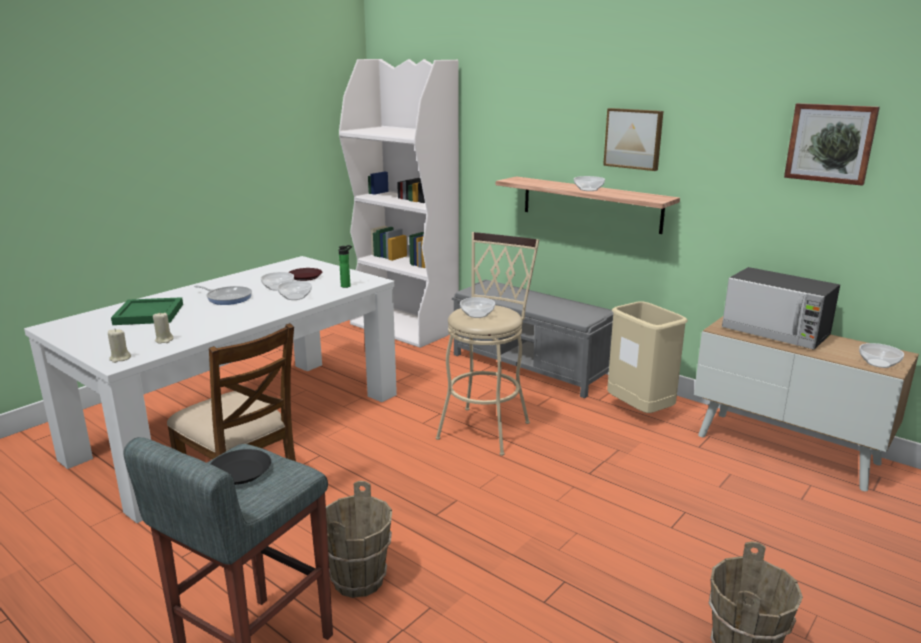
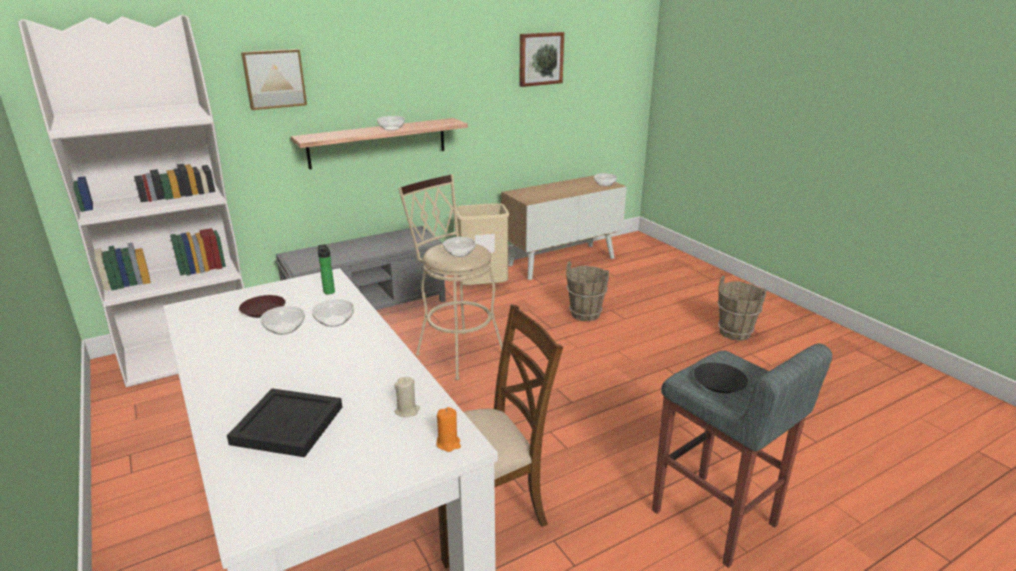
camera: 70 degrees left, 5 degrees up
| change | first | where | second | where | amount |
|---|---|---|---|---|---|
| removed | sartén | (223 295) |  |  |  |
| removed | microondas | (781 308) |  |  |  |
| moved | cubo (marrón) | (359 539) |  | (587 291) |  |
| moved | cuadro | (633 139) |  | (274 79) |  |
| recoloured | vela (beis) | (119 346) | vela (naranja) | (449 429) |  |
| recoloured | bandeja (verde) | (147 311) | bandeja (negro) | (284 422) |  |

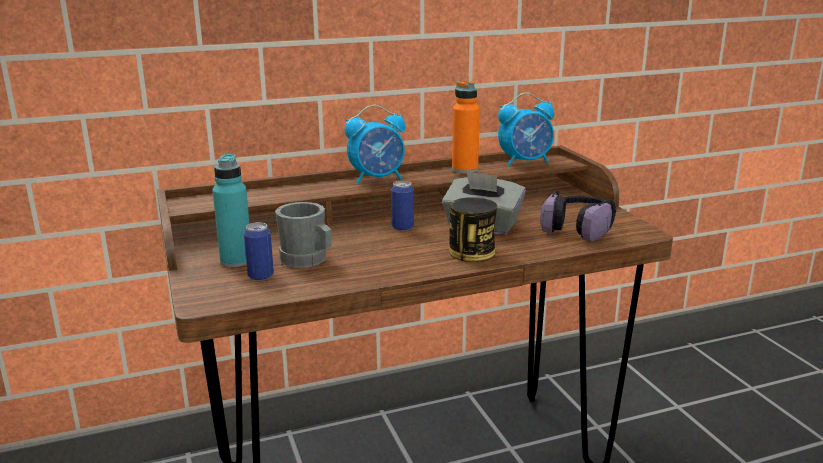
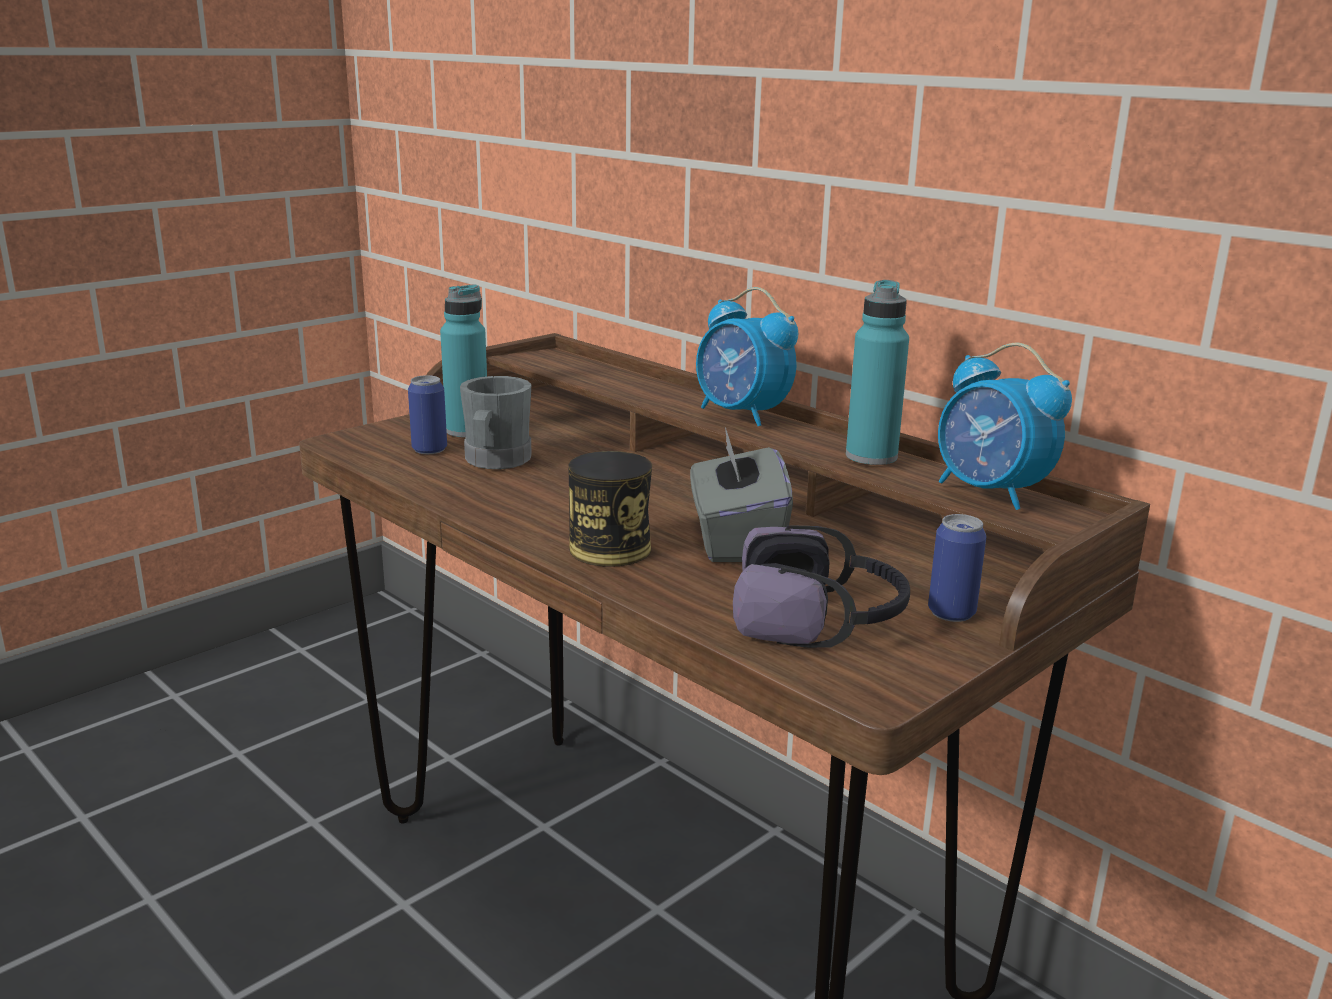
camera: 65 degrees right, 0 degrees up
| change | first | where | second | where | amount |
|---|---|---|---|---|---|
| moved | lata | (402 206) |  | (957 568) |  |
| recoloured | botella (naranja) | (466 127) | botella (turquesa) | (877 372) |  |

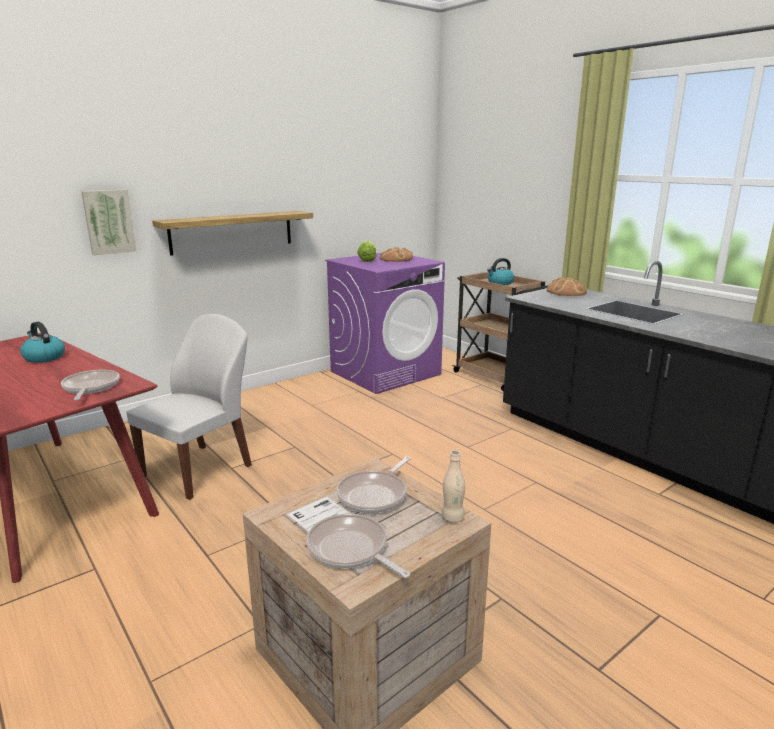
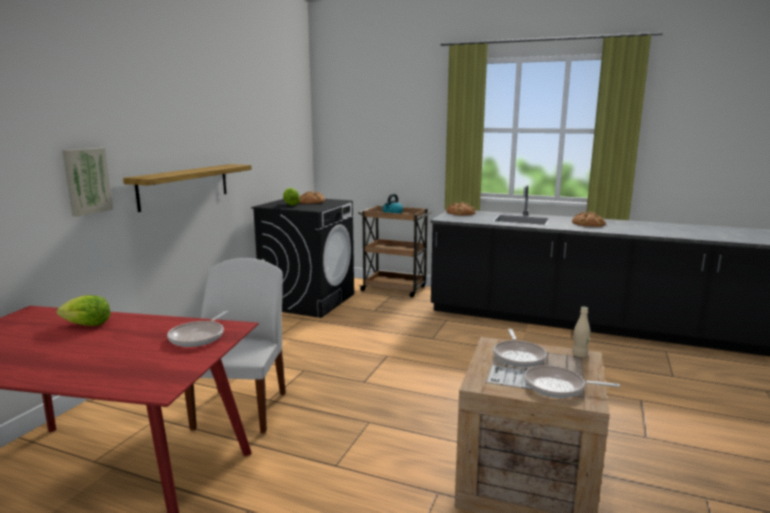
camera: 30 degrees left, 5 degrees down
| change | first | where | second | where | amount |
|---|---|---|---|---|---|
| added |  |  | pan | (589 219) |  |
| replaced | hervidor | (42 342) | lechuga | (83 310) |  |
| recoloured | lavadora (morado) | (385 323) | lavadora (negro) | (302 258) |  |
| turned | sartén | (90 384) |  | (198 329) | 120 degrees counterclockwise |

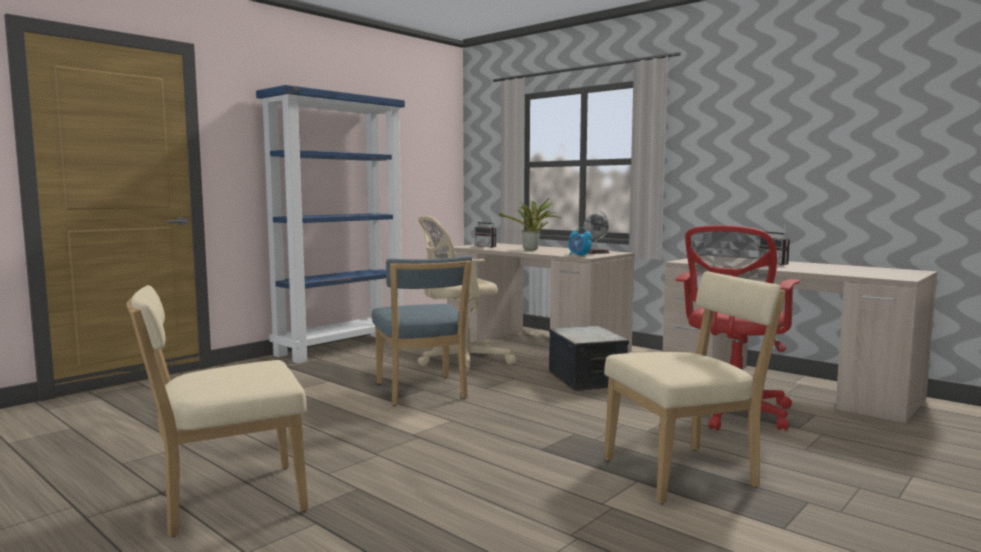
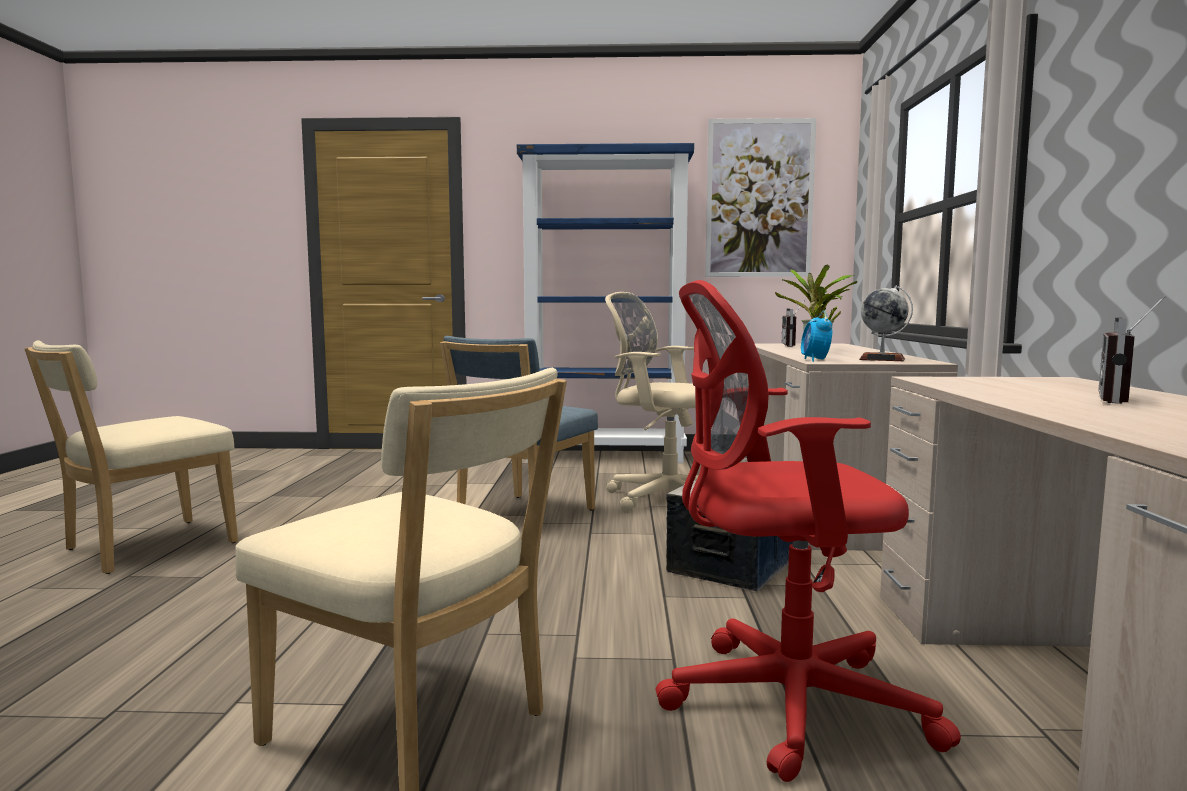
camera: 50 degrees right, 0 degrees up
| change | first | where | second | where | amount |
|---|---|---|---|---|---|
| added |  |  | cuadro | (760 197) |  |
| turned | silla (beis) | (217 411) |  | (131 457) | 75 degrees counterclockwise |

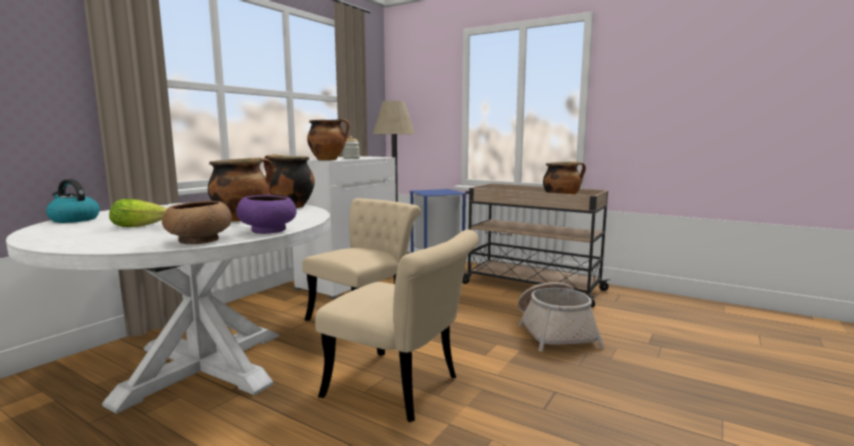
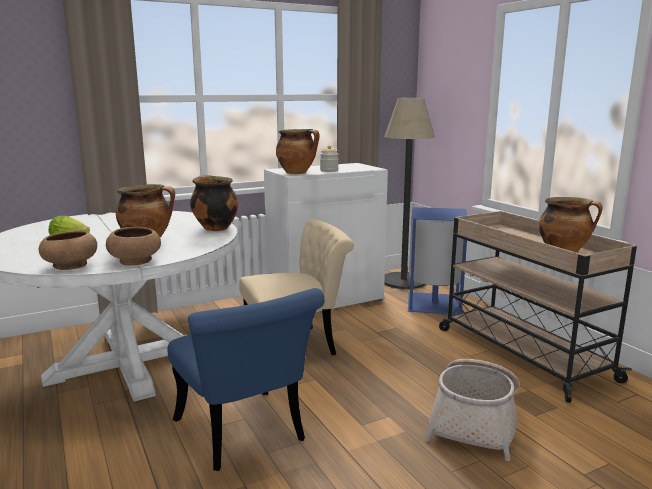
camera: 30 degrees right, 5 degrees up
| change | first | where | second | where | amount |
|---|---|---|---|---|---|
| removed | hervidor | (73 201) |  |  |  |
| recoloured | cuenco (morado) | (266 214) | cuenco (marrón) | (133 246) |  |
| recoloured | silla (beis) | (397 326) | silla (azul) | (245 379) |  |

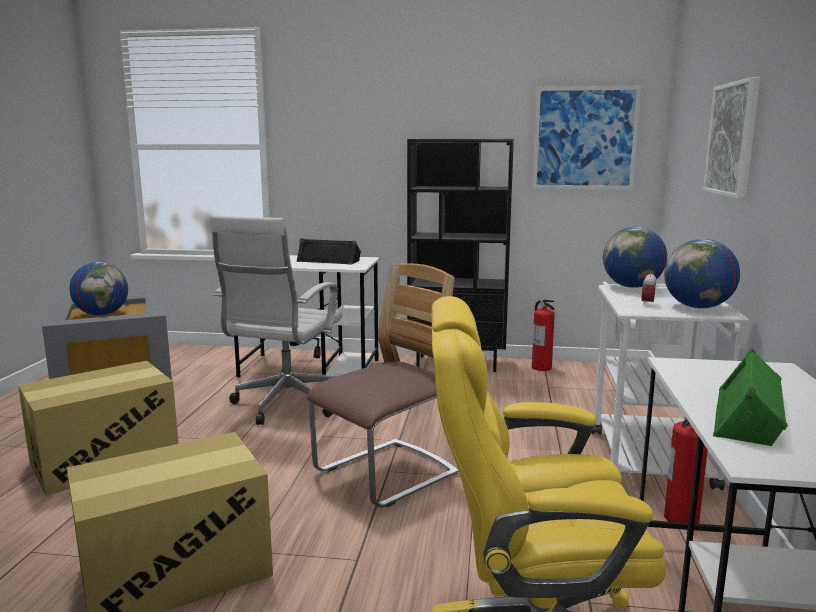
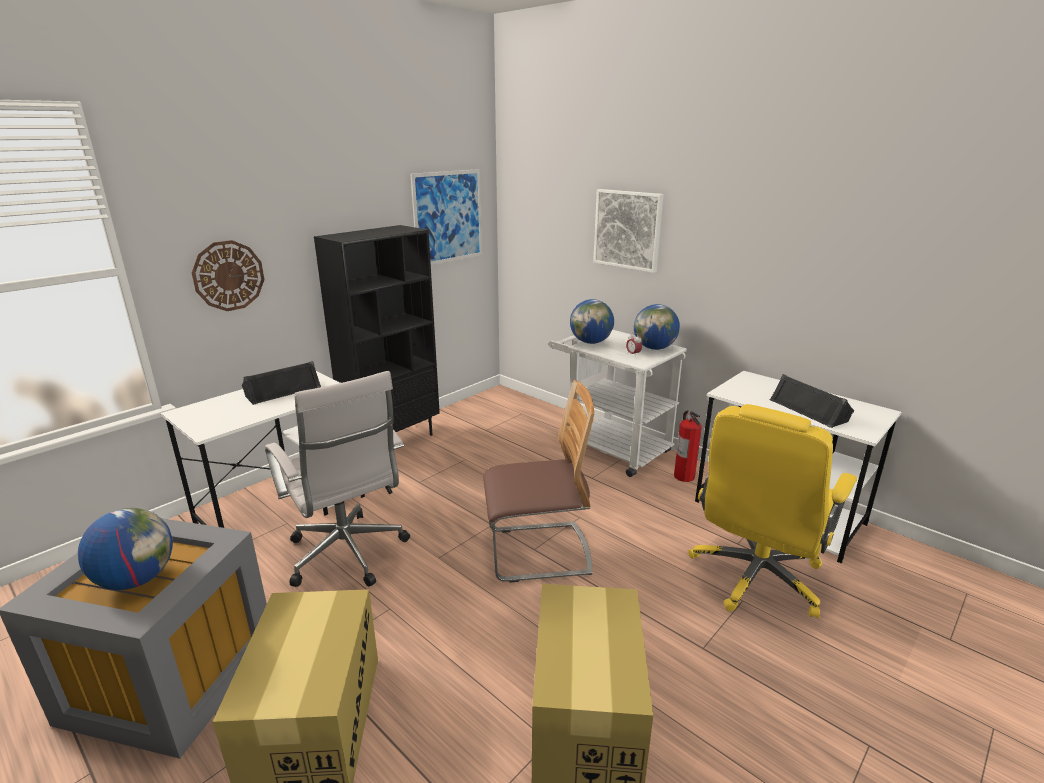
camera: 55 degrees left, 10 degrees up
| change | first | where | second | where | amount |
|---|---|---|---|---|---|
| removed | extintor | (543 335) |  |  |  |
| added |  |  | reloj de pared | (227 275) |  |
| recoloured | altavoz (verde) | (750 397) | altavoz (negro) | (812 401) |  |
| turned | silla | (382 385) |  | (538 481) | 90 degrees clockwise |

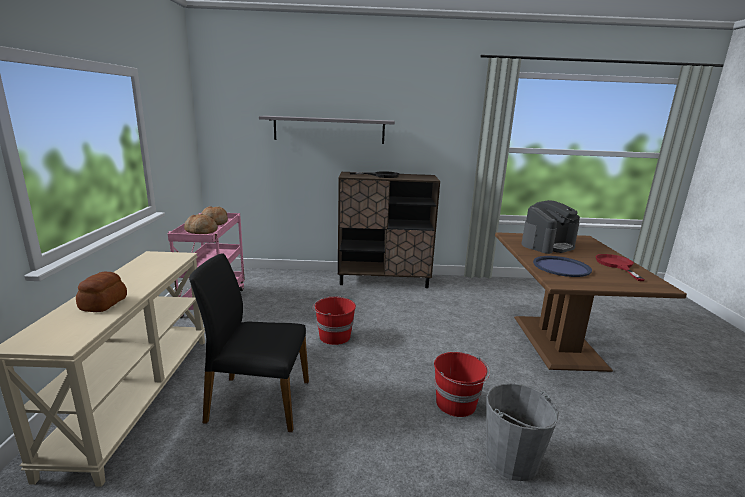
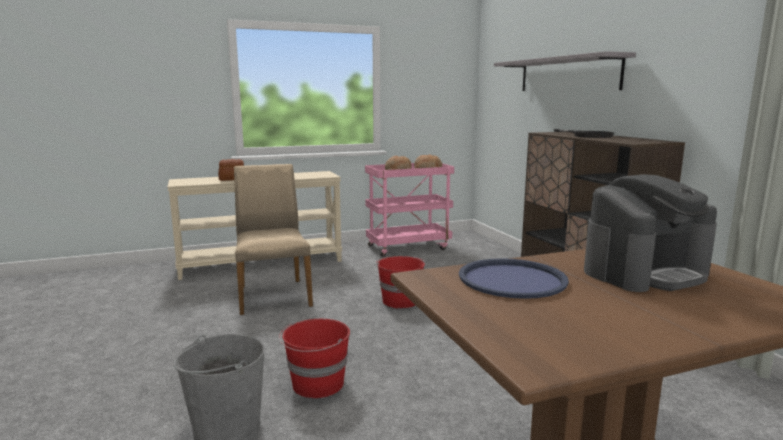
camera: 70 degrees right, 5 degrees down
| change | first | where | second | where | amount |
|---|---|---|---|---|---|
| removed | sartén (rojo) | (620 267) |  |  |  |
| recoloured | silla (negro) | (249 342) | silla (beis) | (273 239) |  |
| turned | cafetera | (550 227) |  | (650 233) | 60 degrees counterclockwise |

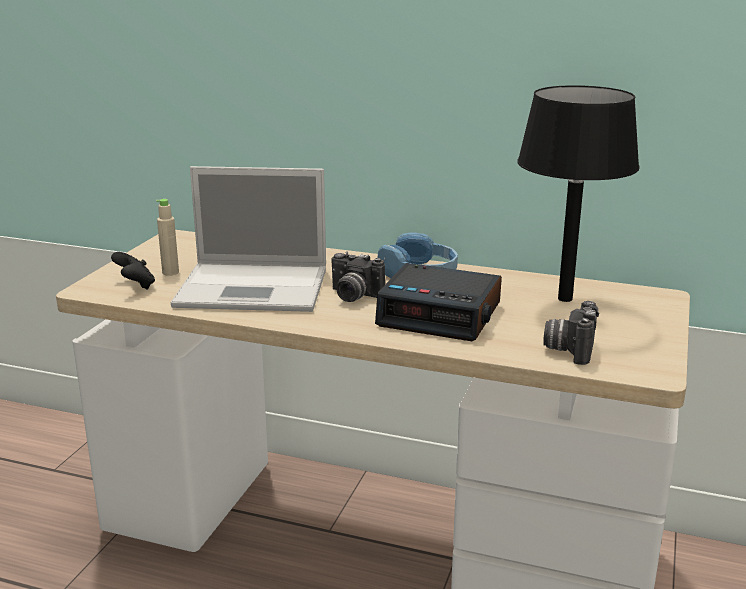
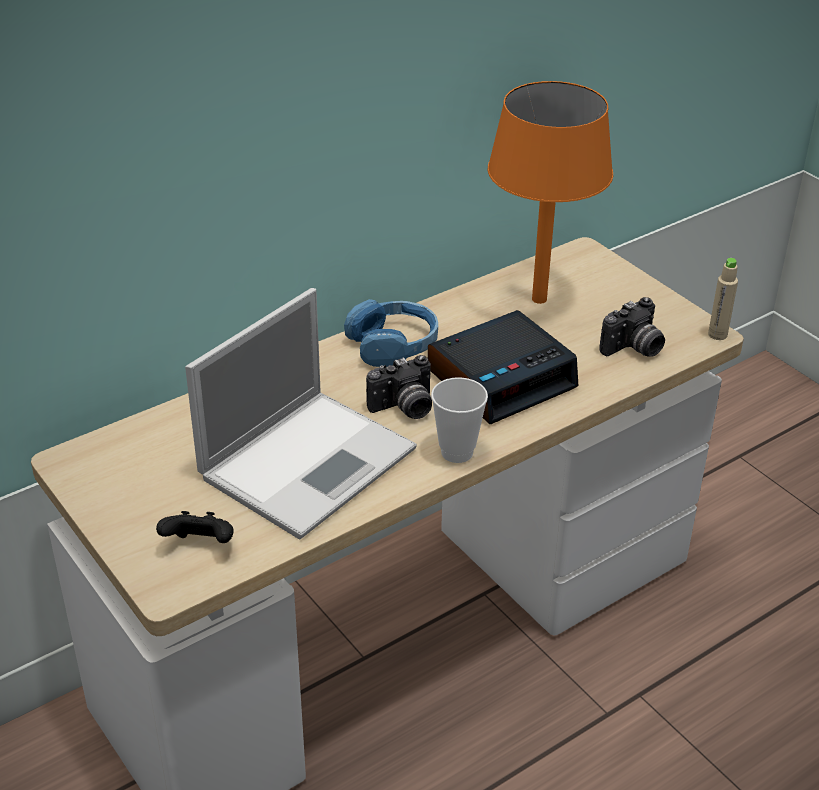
camera: 55 degrees left, 15 degrees up
| change | first | where | second | where | amount |
|---|---|---|---|---|---|
| added |  |  | taza | (459 420) |  |
| moved | botella (beis) | (167 237) |  | (723 299) |  |
| recoloured | lámpara de mesa (negro) | (578 193) | lámpara de mesa (naranja) | (550 192) |  |
| turned | cámara | (571 333) |  | (632 327) | 90 degrees counterclockwise |

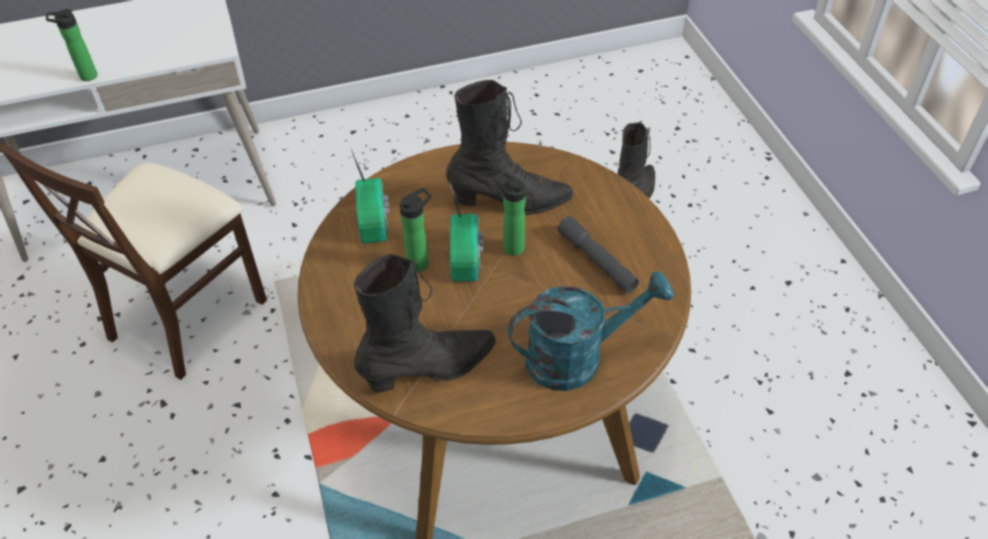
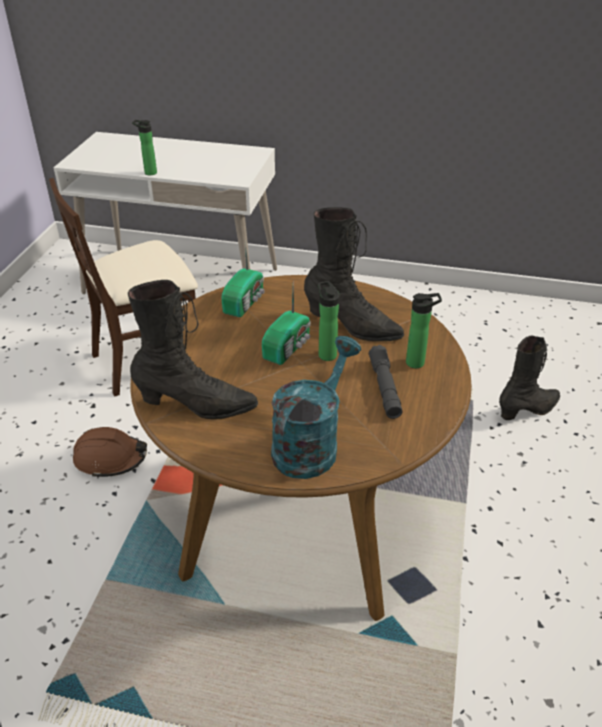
camera: 30 degrees right, 10 degrees down
| change | first | where | second | where | amount |
|---|---|---|---|---|---|
| added |  |  | casco (marrón) | (110 452) |  |
| moved | botella | (415 230) |  | (424 330) |  |
| turned | regadera (turquesa) | (591 331) |  | (316 407) | 75 degrees counterclockwise |

